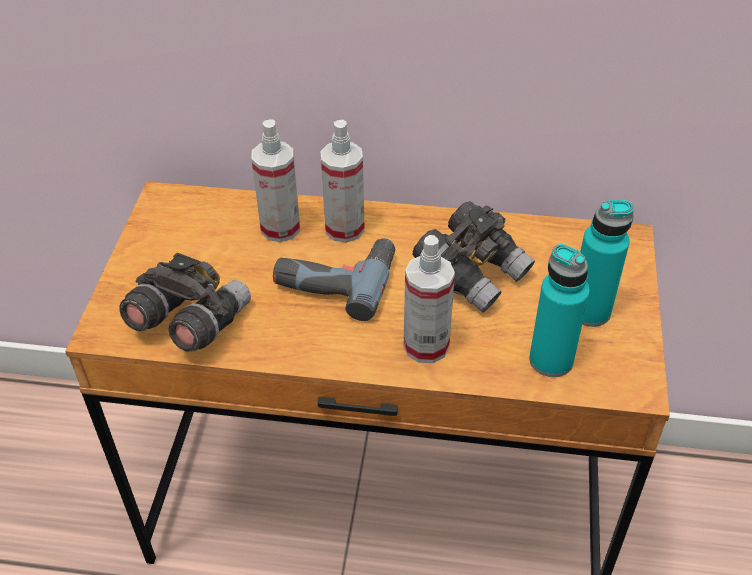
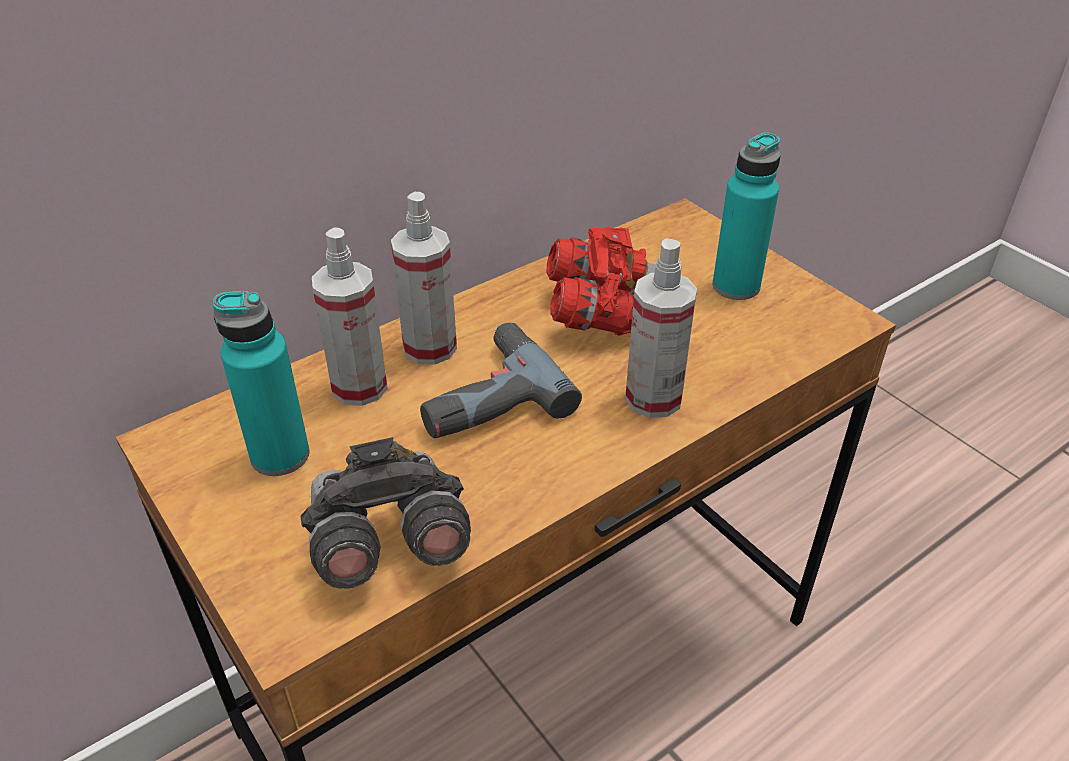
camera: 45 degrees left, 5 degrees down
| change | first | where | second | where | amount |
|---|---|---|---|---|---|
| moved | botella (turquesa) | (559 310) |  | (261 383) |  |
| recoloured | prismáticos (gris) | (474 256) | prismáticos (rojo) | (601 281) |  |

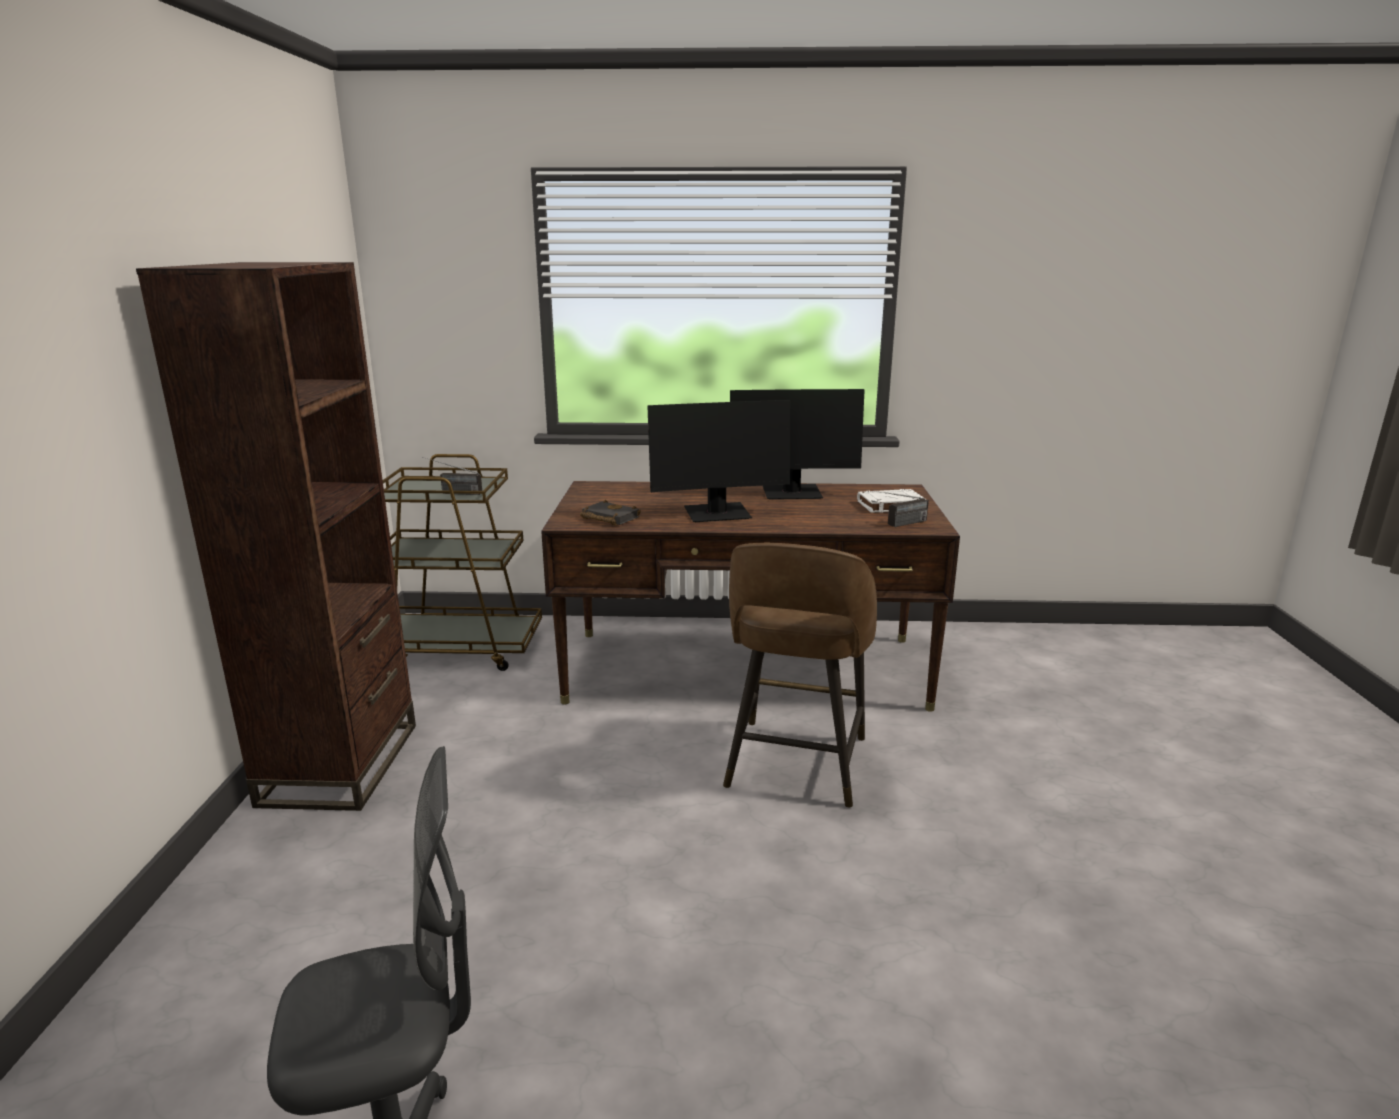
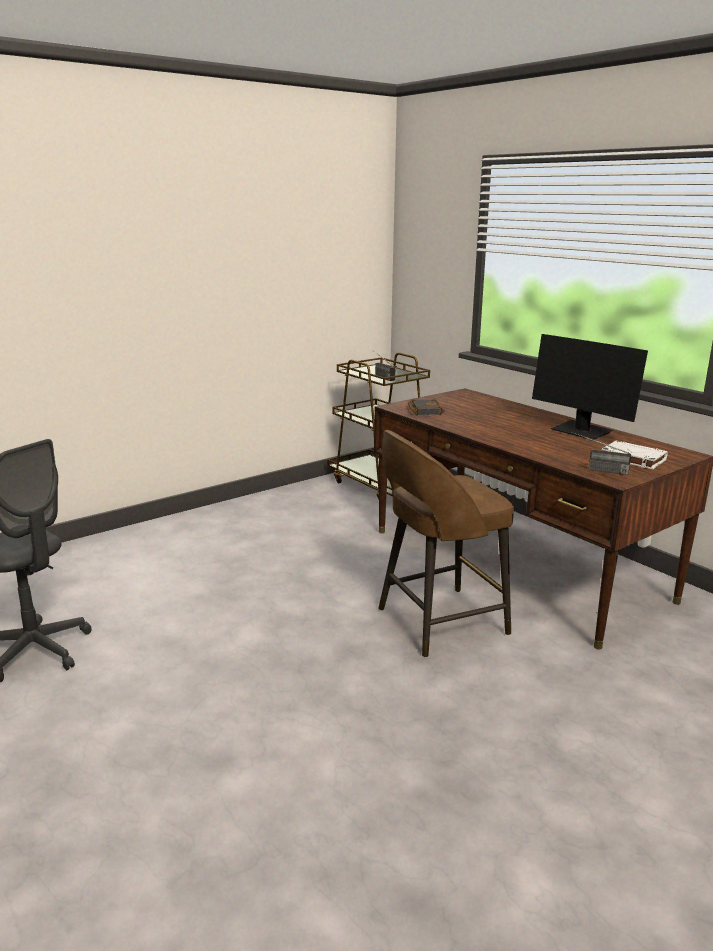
camera: 50 degrees right, 0 degrees up
| change | first | where | second | where | amount |
|---|---|---|---|---|---|
| removed | estantería (marrón) | (276 536) |  |  |  |
| removed | monitor | (718 461) |  |  |  |

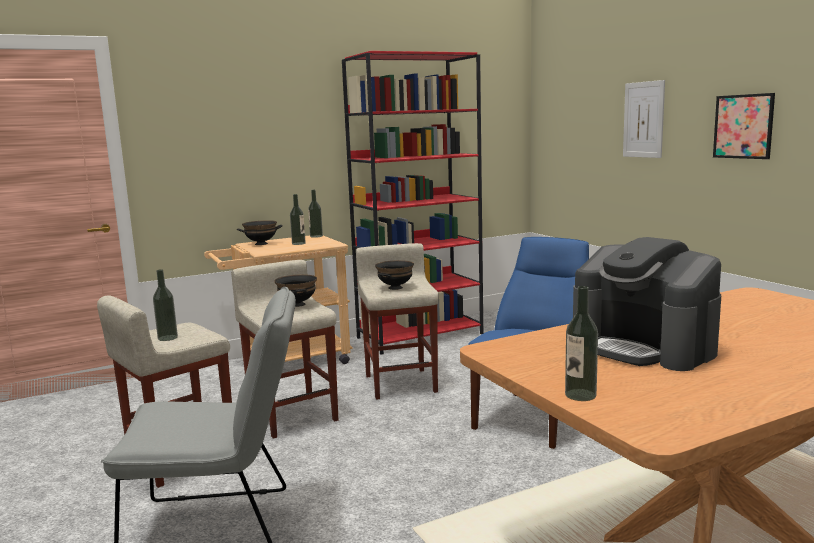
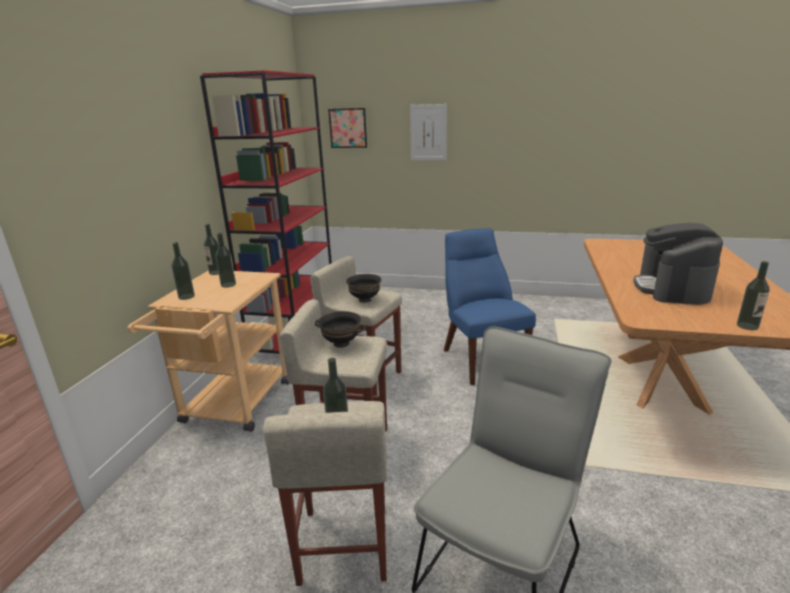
camera: 50 degrees left, 10 degrees up
| change | first | where | second | where | amount |
|---|---|---|---|---|---|
| moved | cuadro | (744 126) |  | (347 128) |  |
| replaced | cuenco (negro) | (260 232) | botella | (183 271) |  |
| turned | cafetera | (647 304) |  | (678 264) | 105 degrees clockwise |

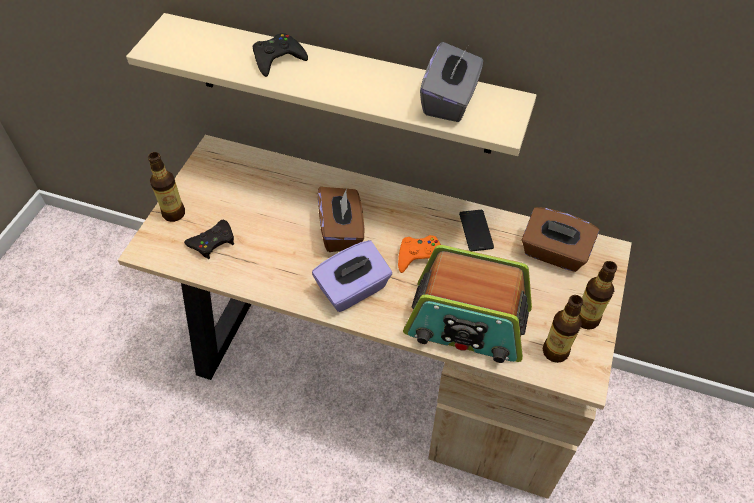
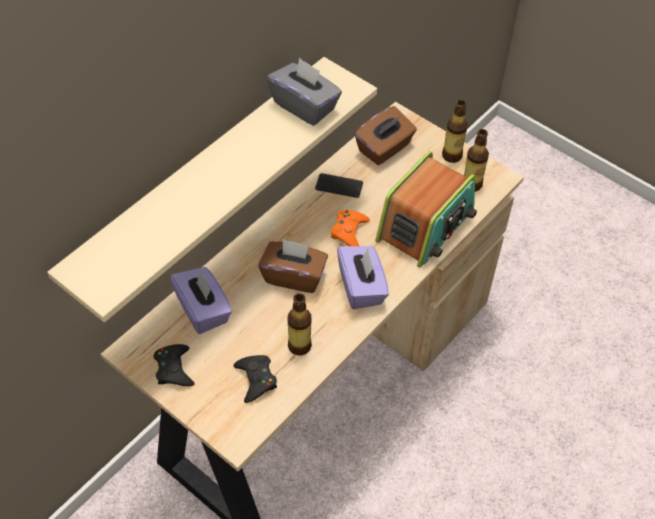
camera: 70 degrees left, 0 degrees up
| change | first | where | second | where | amount |
|---|---|---|---|---|---|
| added |  |  | caja de pañuelos (morado) | (201 300) |  |
| moved | botella | (166 187) |  | (299 324) |  |
| moved | mando de consola (negro) | (280 55) |  | (174 365) |  |

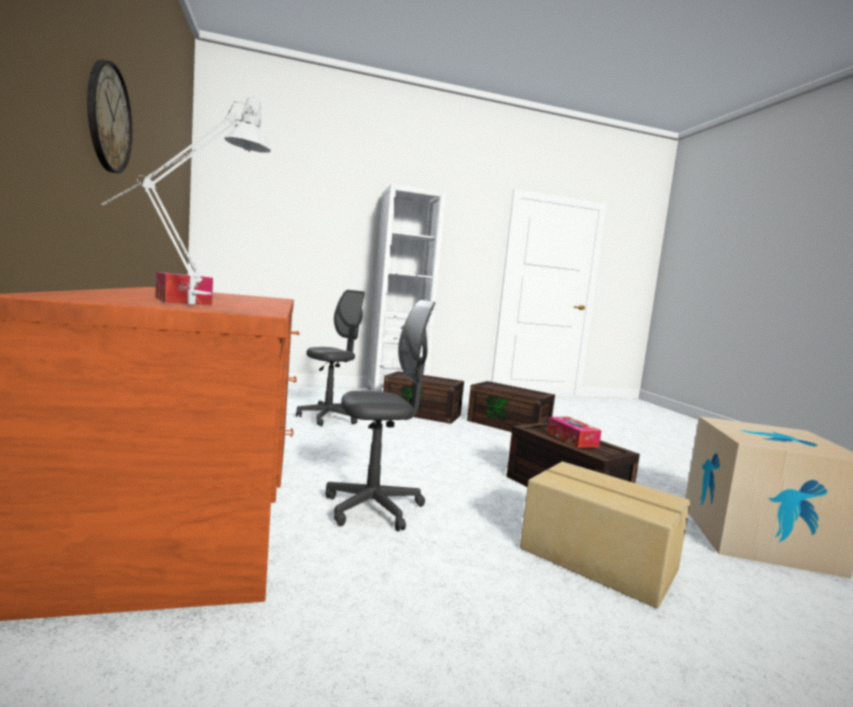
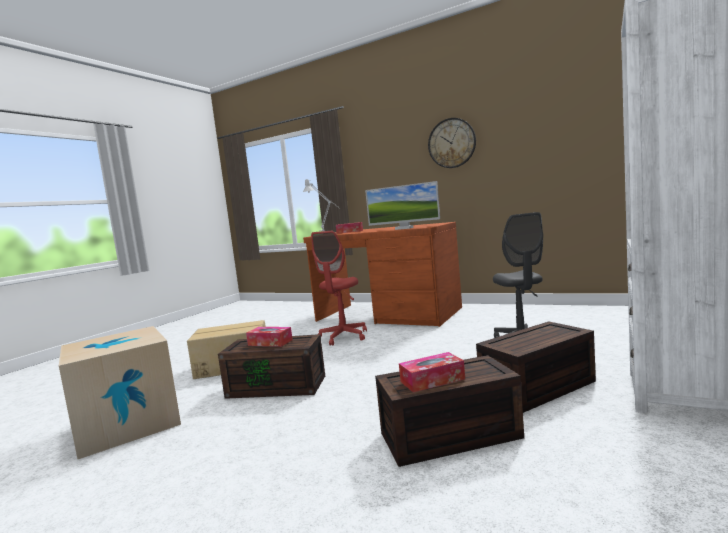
camera: 135 degrees right, 0 degrees up
| change | first | where | second | where | amount |
|---|---|---|---|---|---|
| added |  |  | monitor | (402 205) |  |
| added |  |  | caja de pañuelos | (432 372) |  |
| recoloured | silla de oficina (gris) | (380 416) | silla de oficina (rojo) | (339 288) |  |

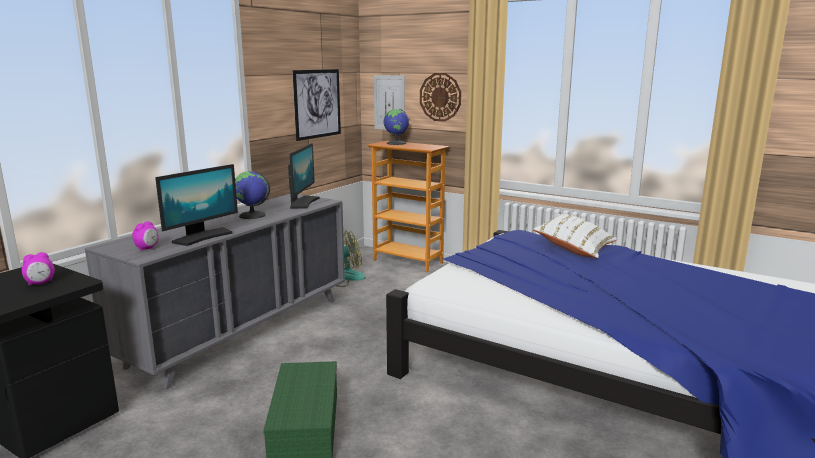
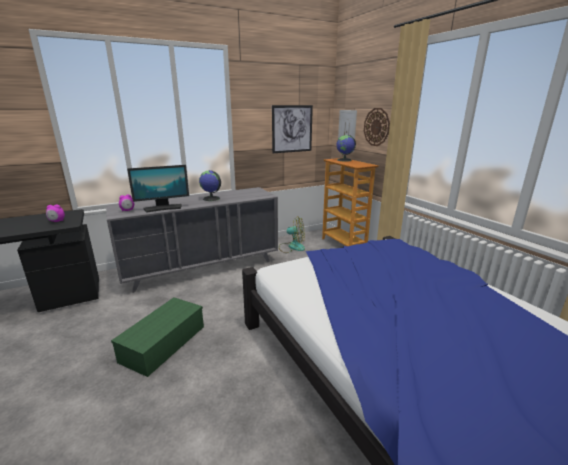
camera: 30 degrees right, 5 degrees up
| change | first | where | second | where | amount |
|---|---|---|---|---|---|
| removed | monitor | (303 176) |  |  |  |
| removed | cojín (blanco) | (575 236) |  |  |  |

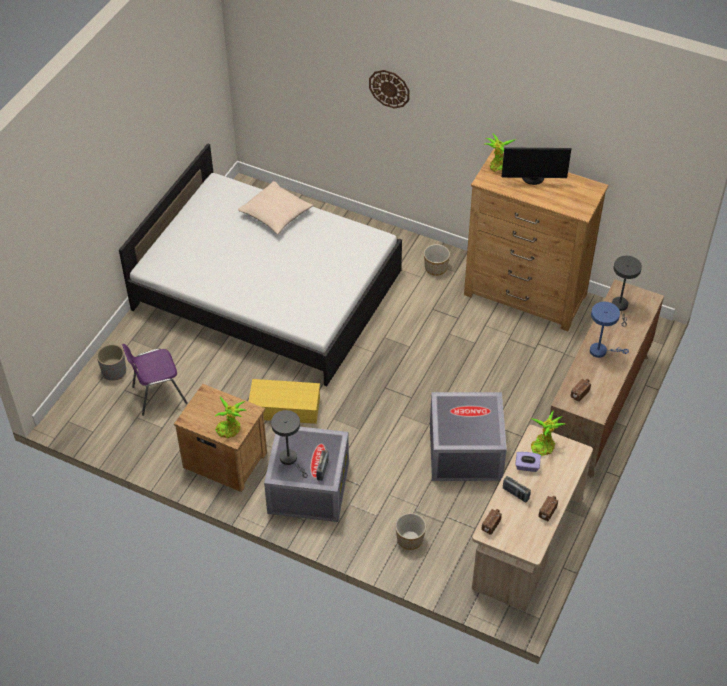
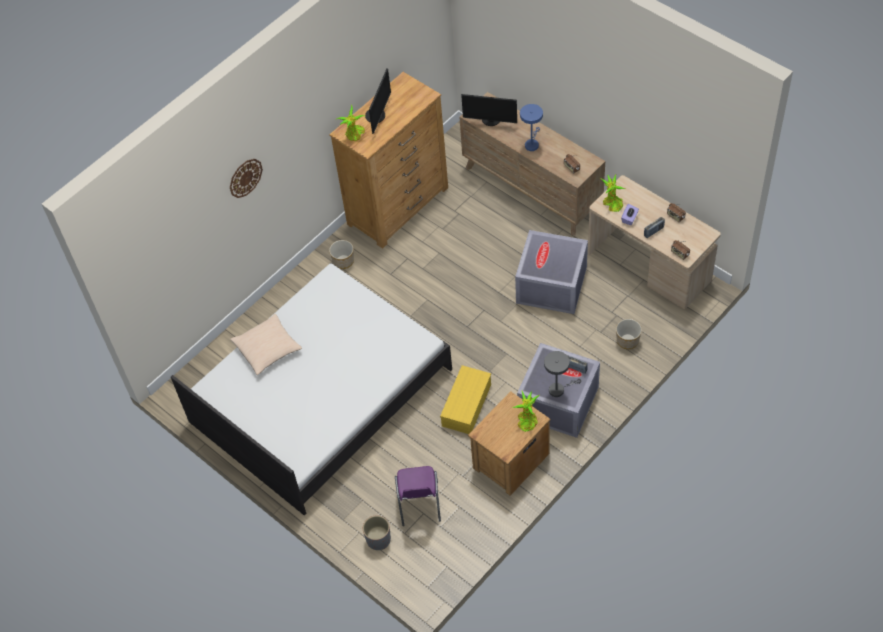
camera: 70 degrees left, 5 degrees up
| change | first | where | second | where | amount |
|---|---|---|---|---|---|
| replaced | lámpara de mesa (gris) | (627 291) | monitor | (489 110) |  |

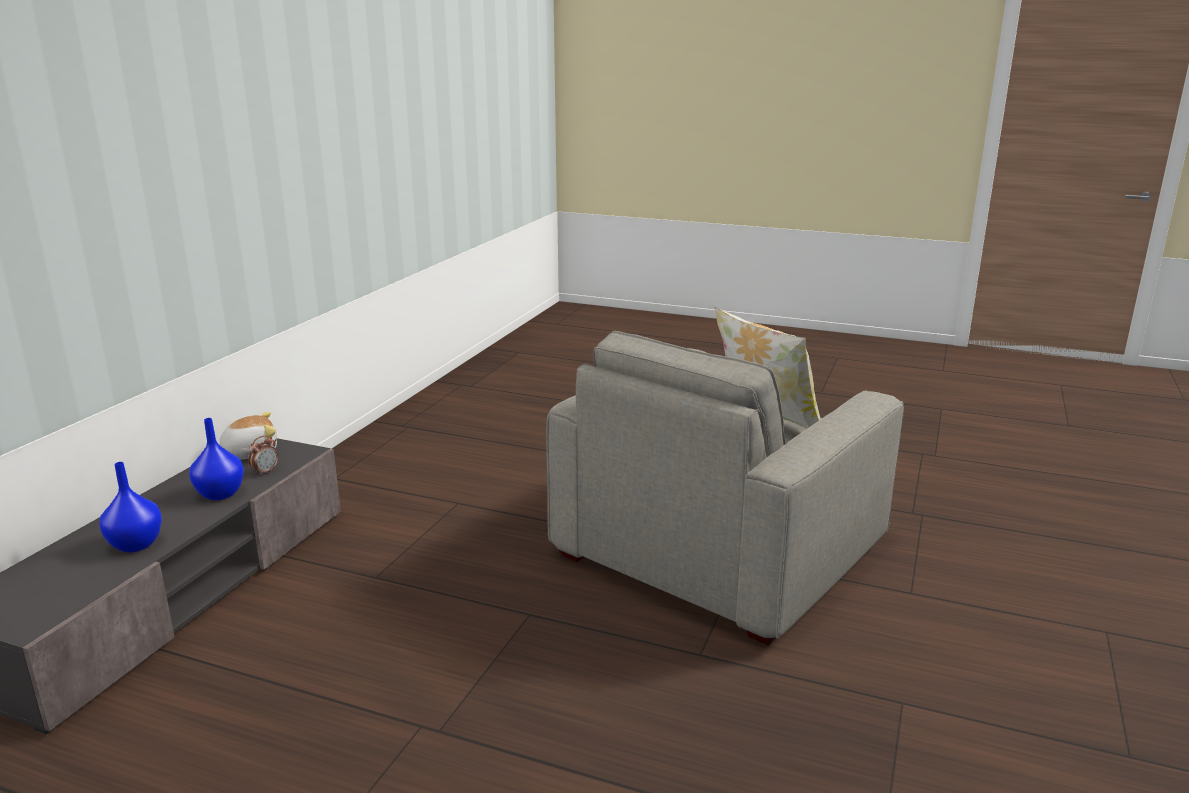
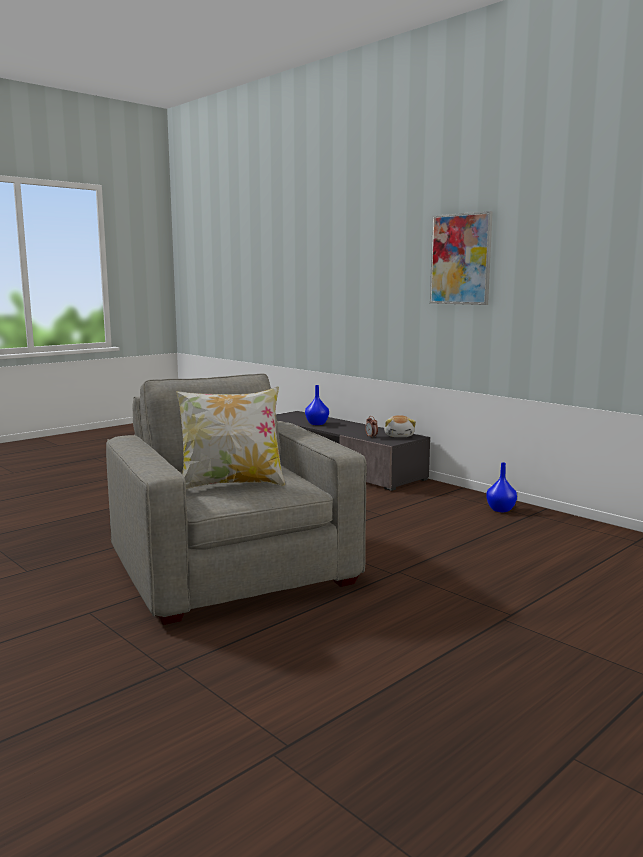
camera: 115 degrees right, 10 degrees down
| change | first | where | second | where | amount |
|---|---|---|---|---|---|
| added |  |  | cuadro | (461 258) |  |
| moved | florero (azul) | (216 459) |  | (501 487) |  |

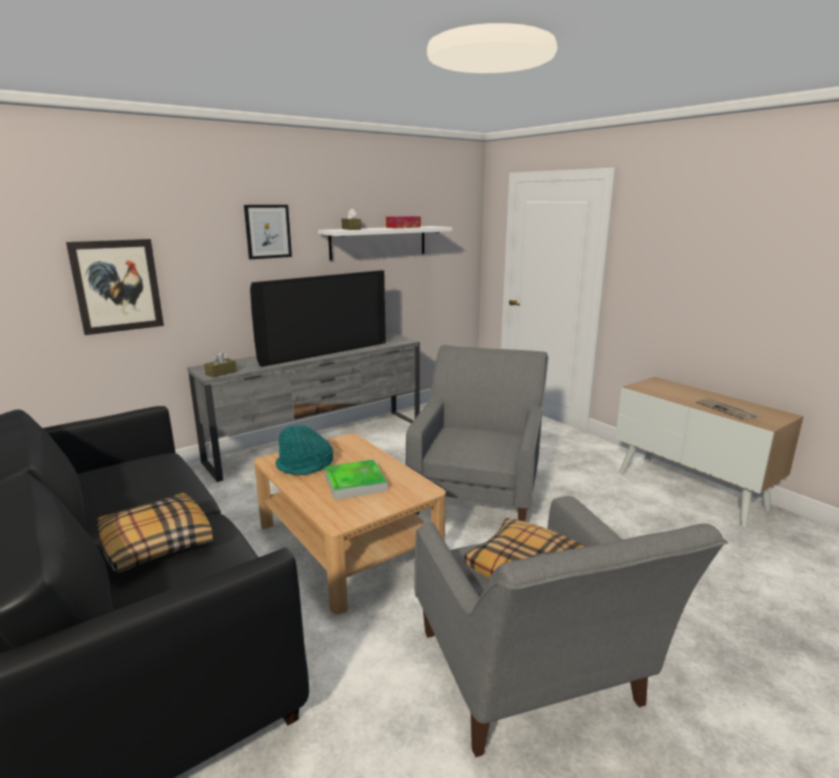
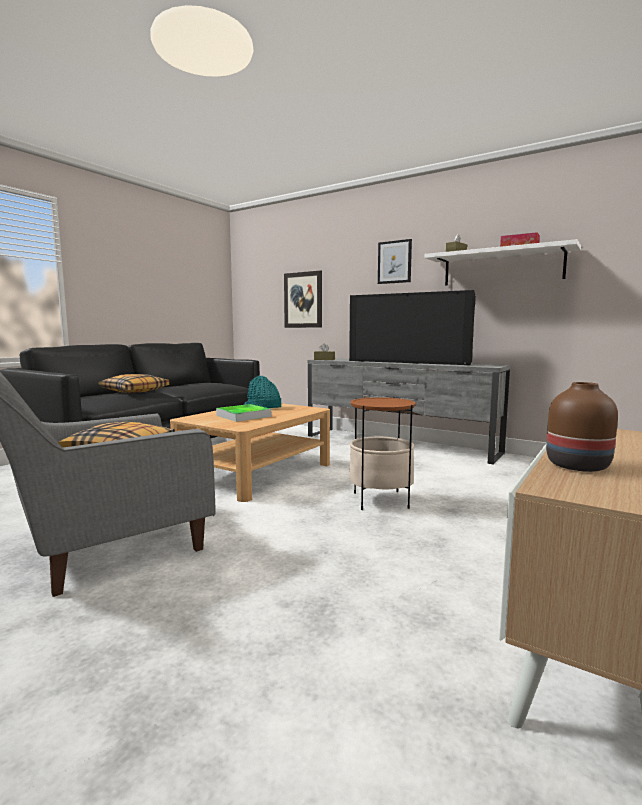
camera: 70 degrees right, 10 degrees down
| change | first | where | second | where | amount |
|---|---|---|---|---|---|
| replaced | sillón (gris) | (477 433) | mesa auxiliar | (382 453) |  |
| replaced | periódico | (728 409) | florero (marrón) | (582 427) |  |

